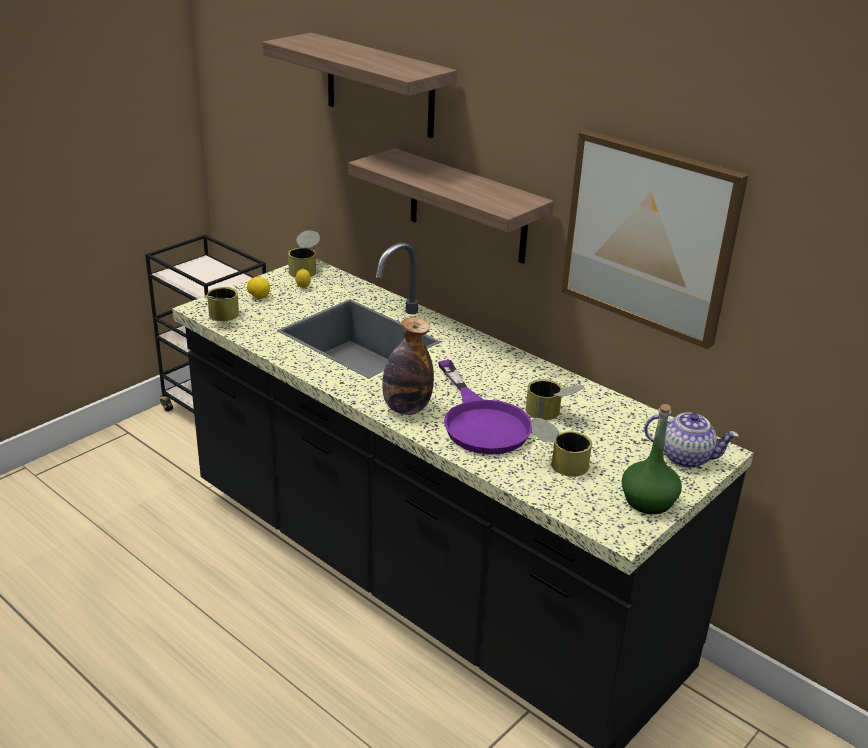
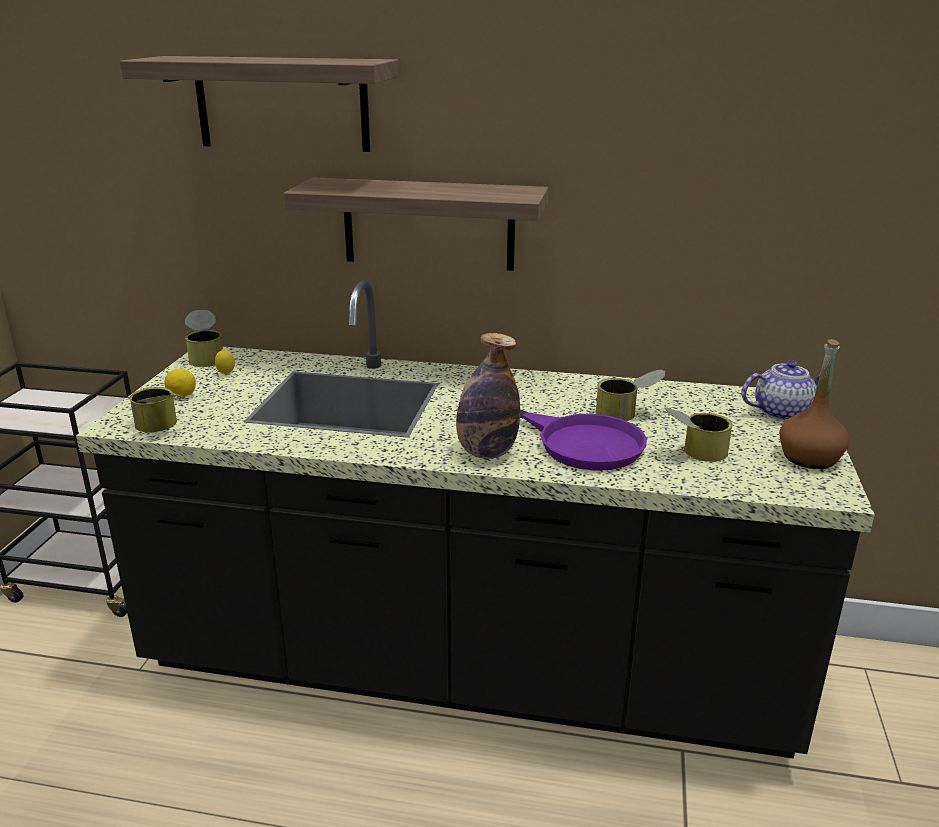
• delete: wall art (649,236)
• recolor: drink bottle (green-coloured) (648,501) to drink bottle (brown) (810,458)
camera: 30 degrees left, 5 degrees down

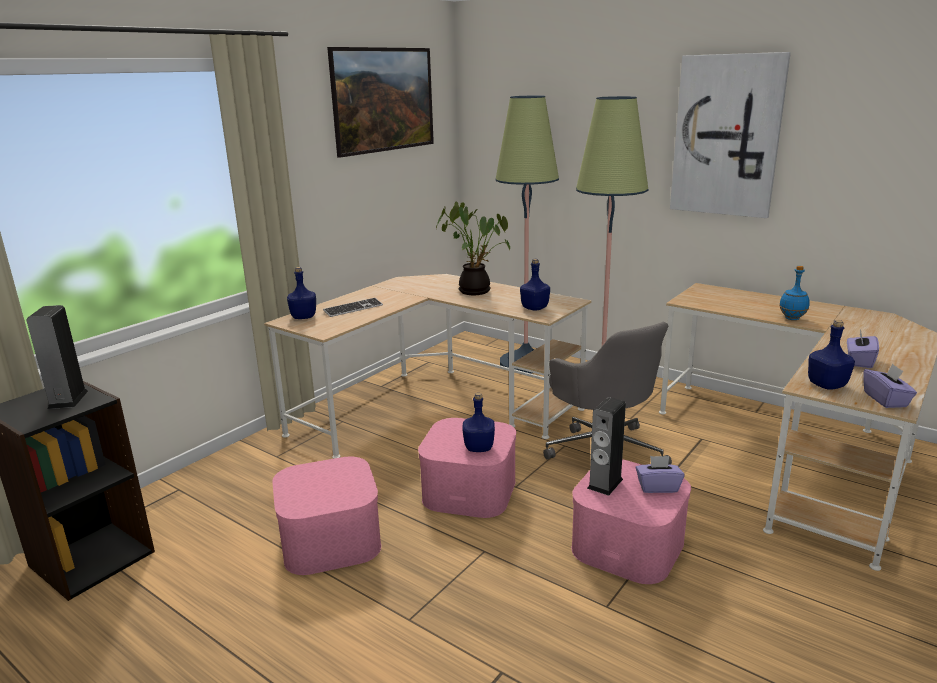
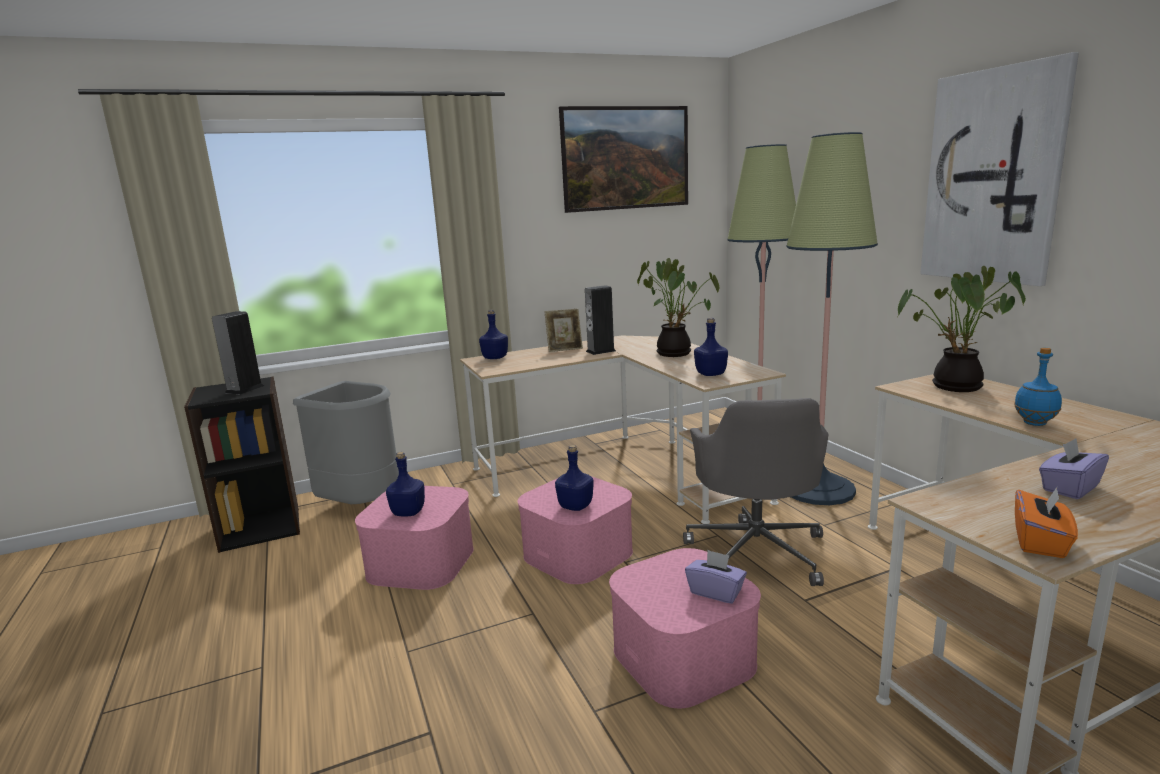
• delete: keyboard (353,309)
• insert: trash can (greyish) (362,505)
• insert: picture frame (564,349)
• insert: plant in a pot (953,387)
• move: loudspeaker (605,483) to (601,351)
• move: drink bottle (bluish) (826,385) to (407,512)
• recolor: box of tissues (purplish) (886,400) to box of tissues (orange) (1040,542)
camera: 30 degrees right, 5 degrees down

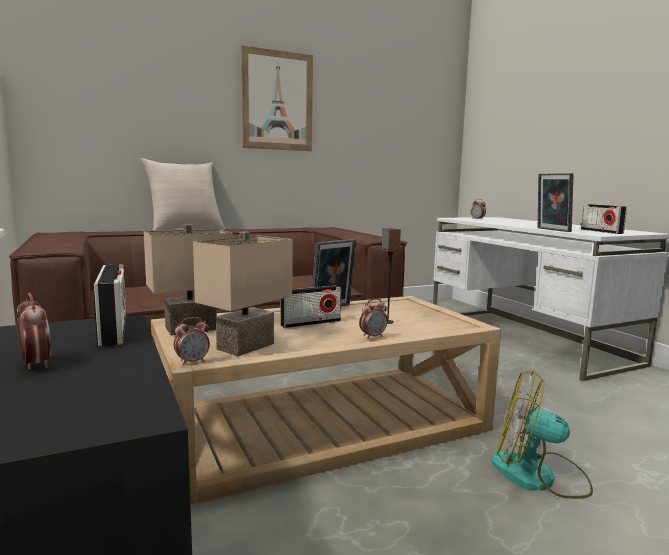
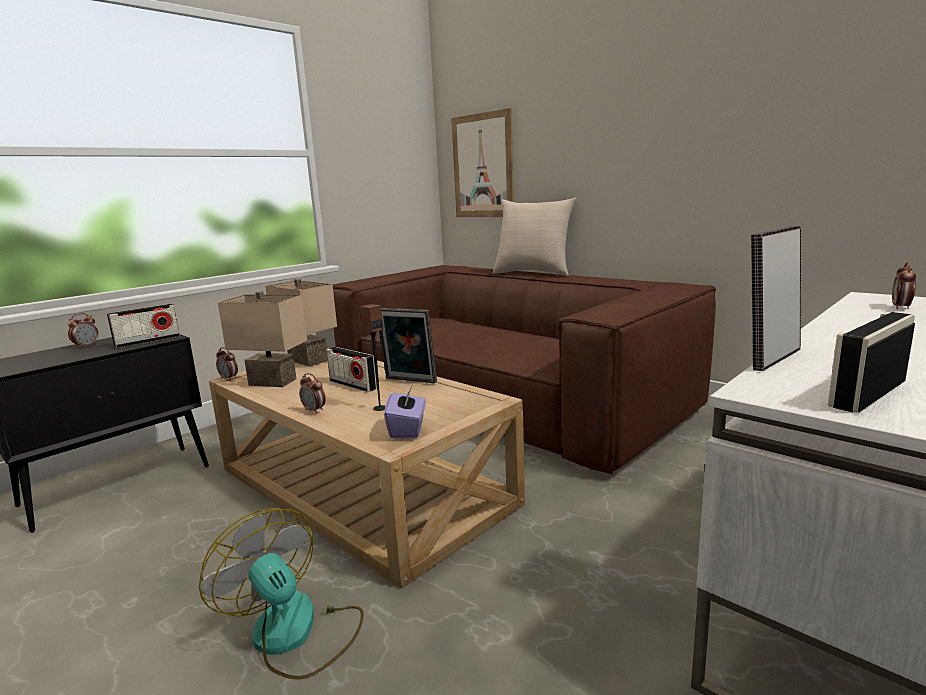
• insert: box of tissues (purplish) (407,429)
• move: wall art (277,101) to (483,166)
• rotate: cooling fan (538,476) = (295,635) 45 degrees counterclockwise
camera: 70 degrees right, 5 degrees up

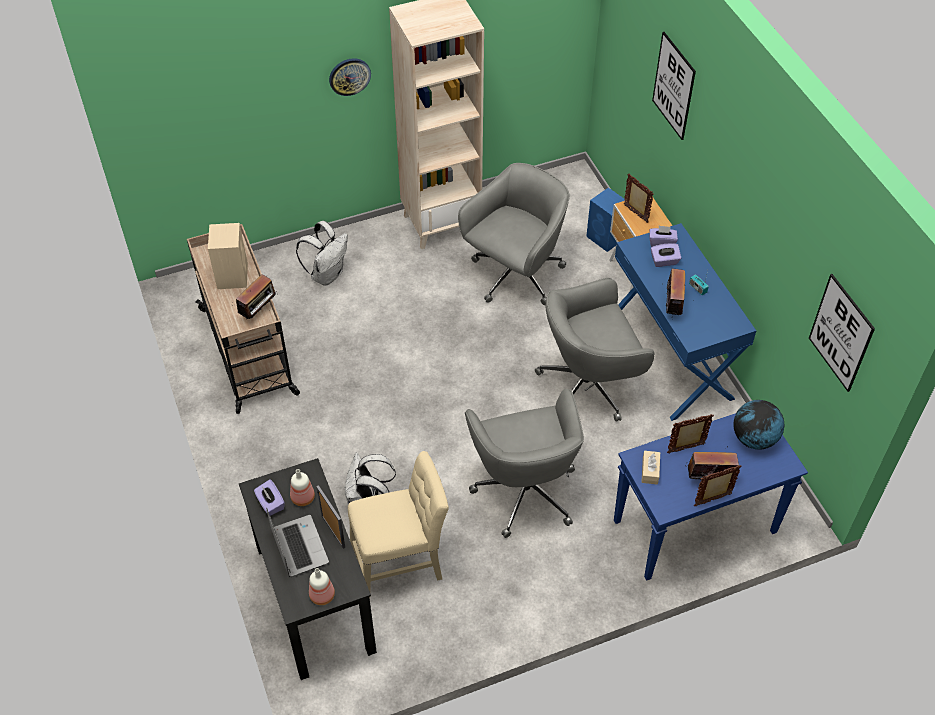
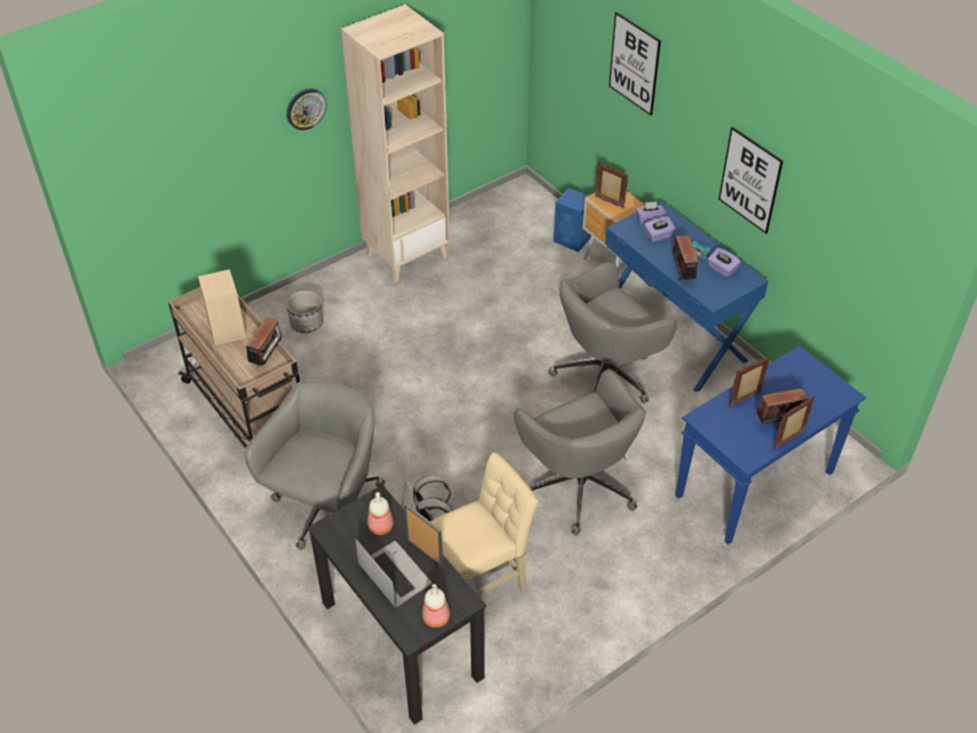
• delete: box of tissues (beige) (650,471)
• delete: globe (754,439)
• move: box of tissues (purplish) (270,504) to (722,269)
• move: desk chair (greyish) (515,276) to (328,509)
• move: wall art (841,333) to (750,180)
• replace: rucksack (white-coloured) (327,274) to planter (306,323)
camera: 15 degrees left, 5 degrees down

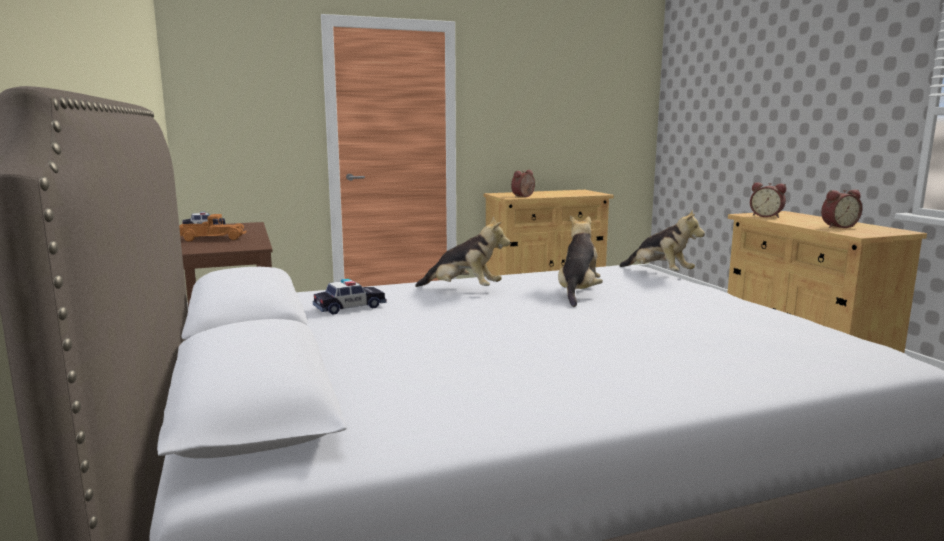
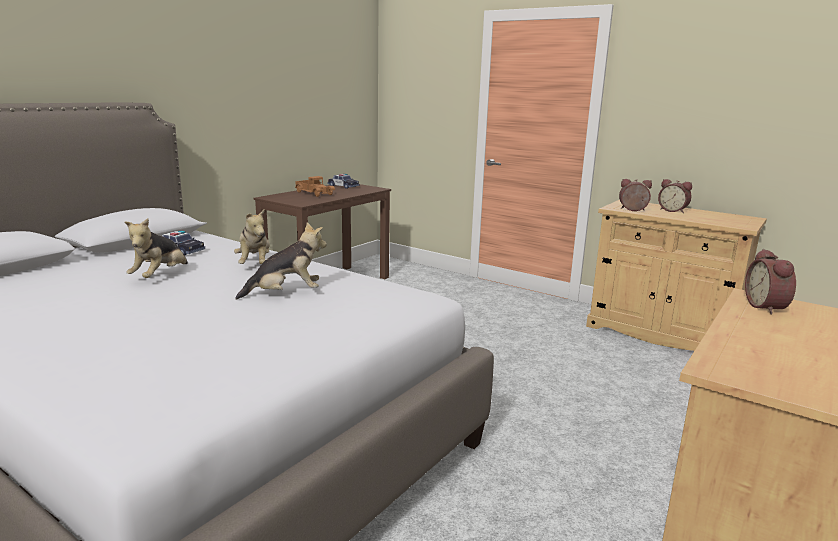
• move: soft toy (659,273) to (160,276)
• move: bedside clock (837,226) to (673,210)
camera: 55 degrees right, 5 degrees up

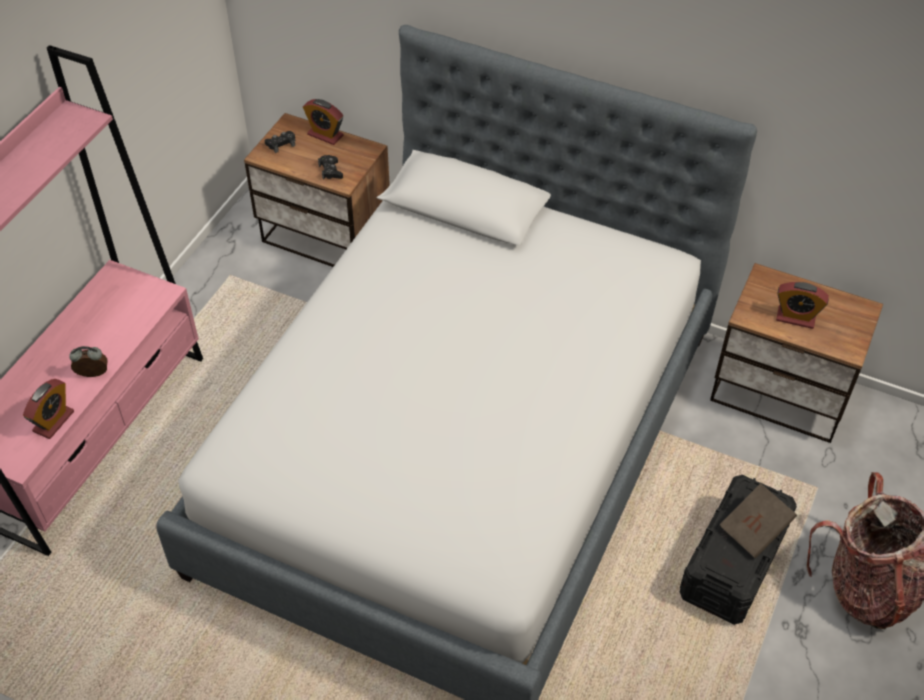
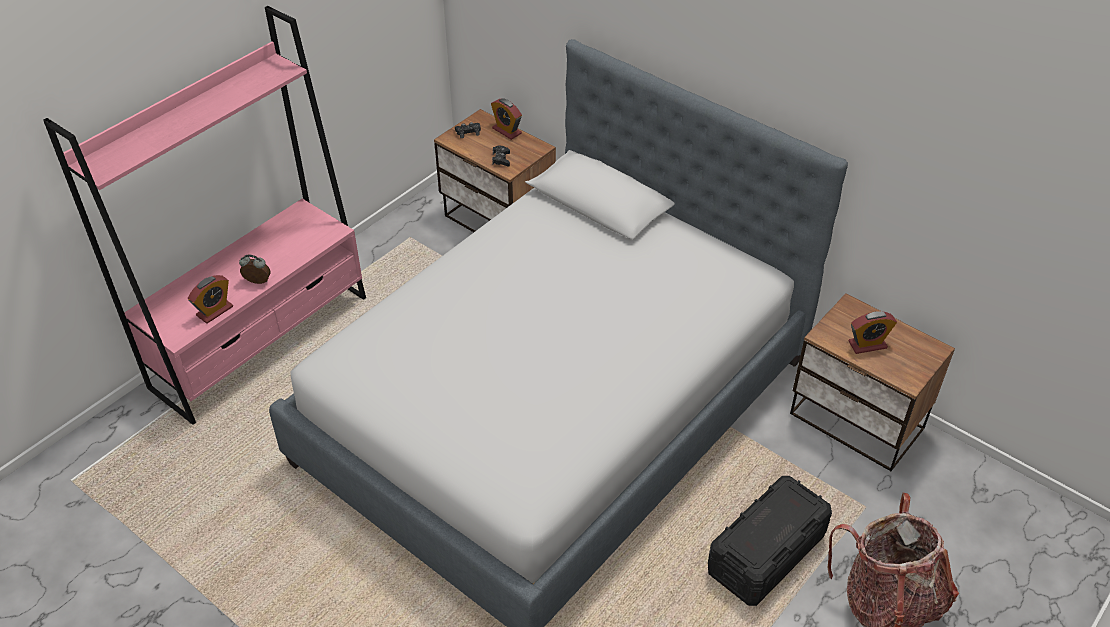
• delete: book (brown) (755,529)
• rotate: bedside clock (795,318) = (867,345) 45 degrees counterclockwise
camera: 15 degrees right, 5 degrees down

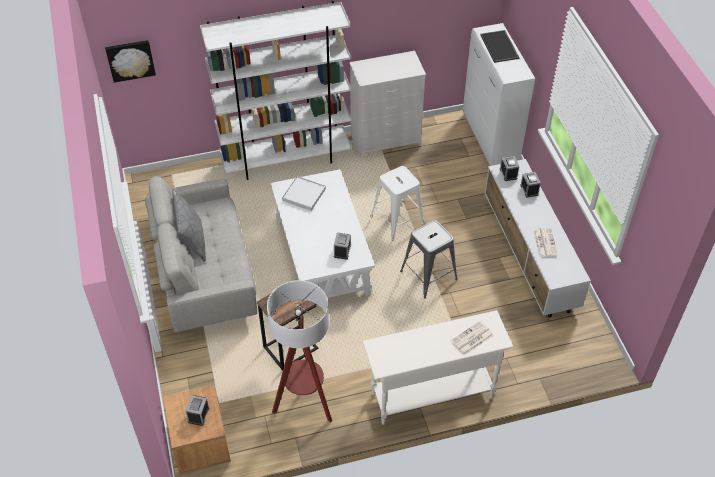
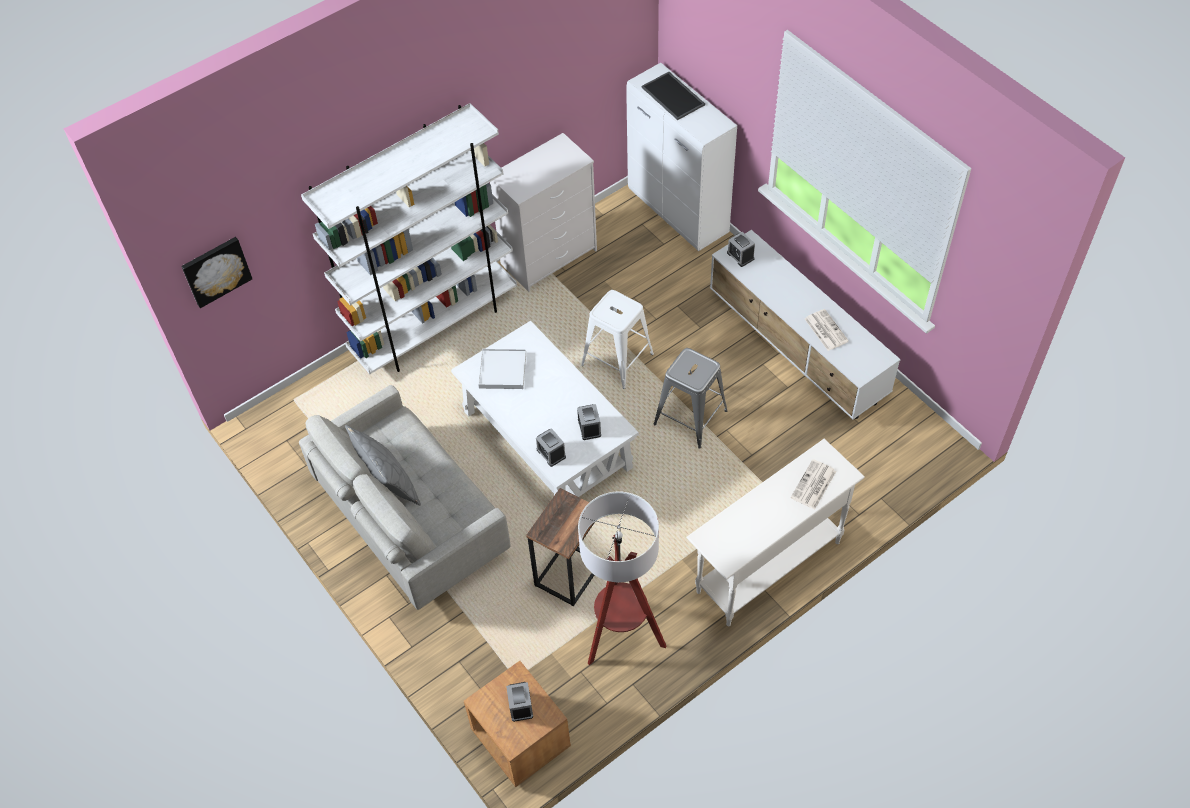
• move: bedside clock (529,189) to (551,453)
camera: 20 degrees left, 5 degrees up

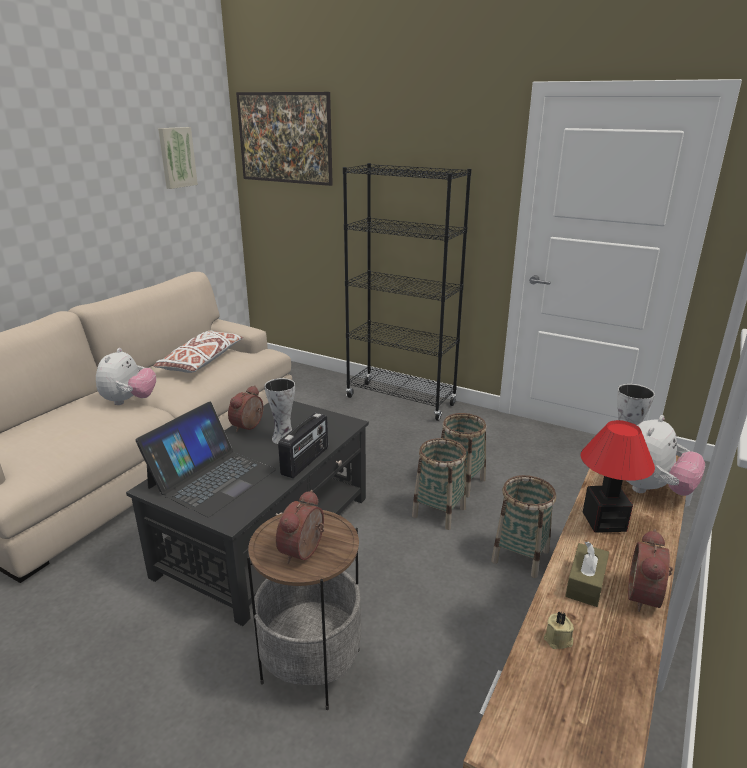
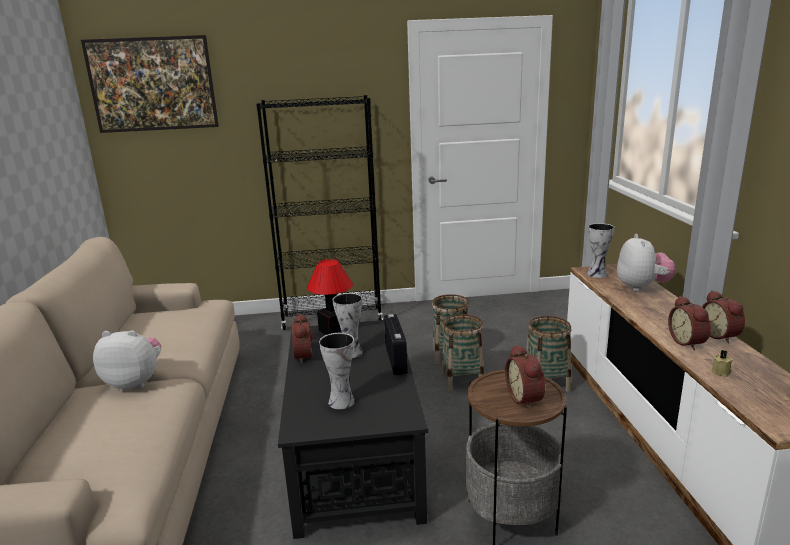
• delete: pillow (white-coloured) (201,361)
• delete: wall art (176,157)
• move: table lamp (603,522) to (333,331)
• replace: portable computer (212,478) to vase (340,401)
• replace: box of tissues (brown) (585,583) to bedside clock (688,342)
• rotate: soft toy (129,401) = (135,382) 60 degrees counterclockwise
camera: 35 degrees left, 5 degrees down

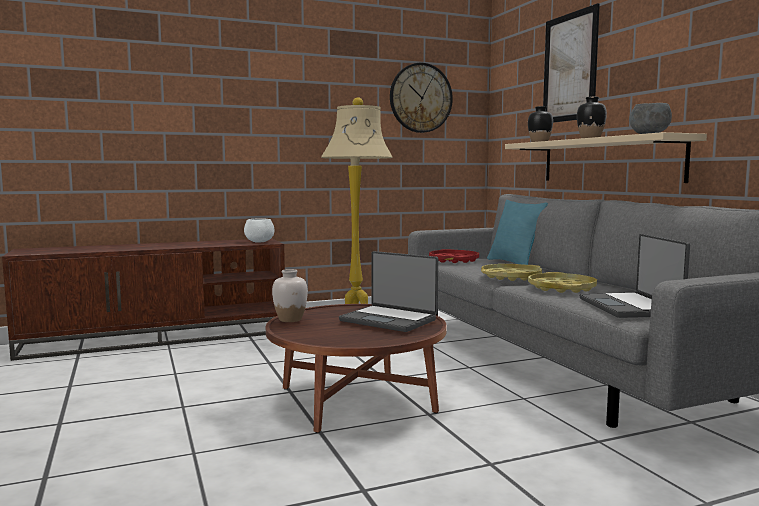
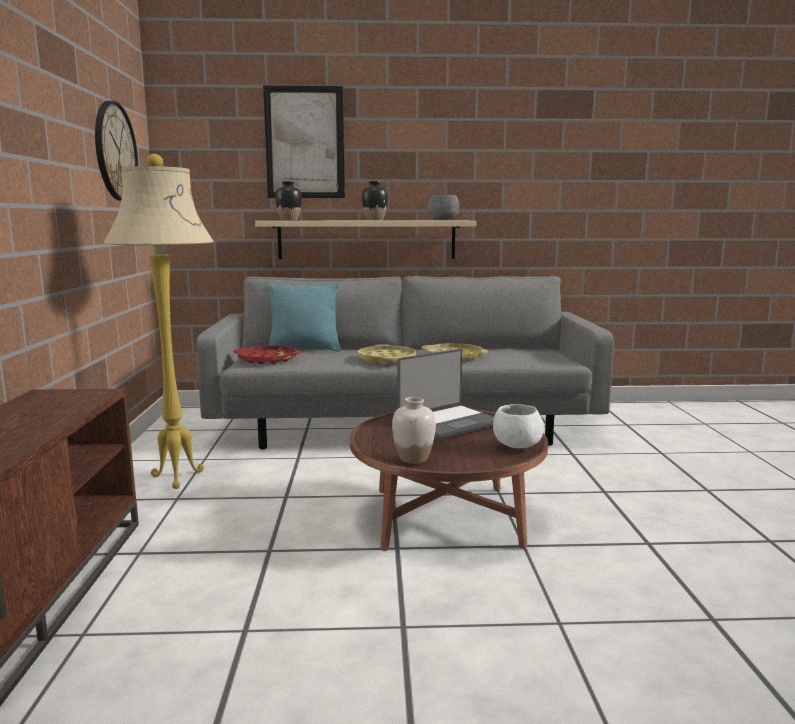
• delete: portable computer (631,307)
• move: bowl (white-coloured) (259,242) to (517,445)
camera: 70 degrees left, 5 degrees up

